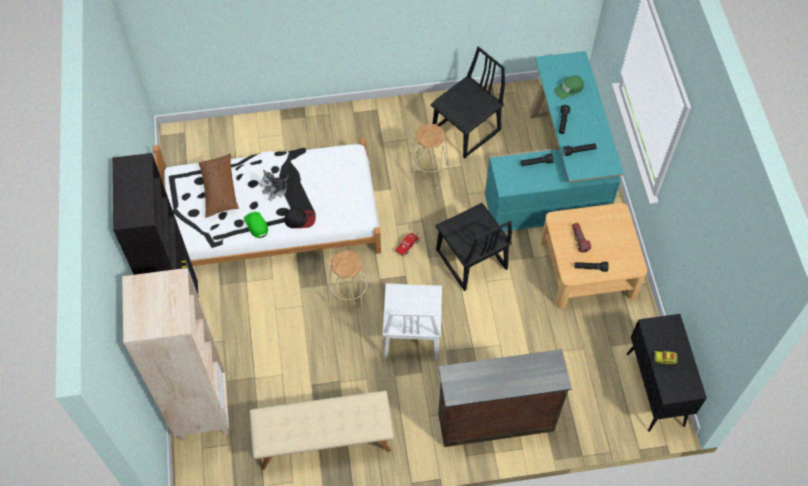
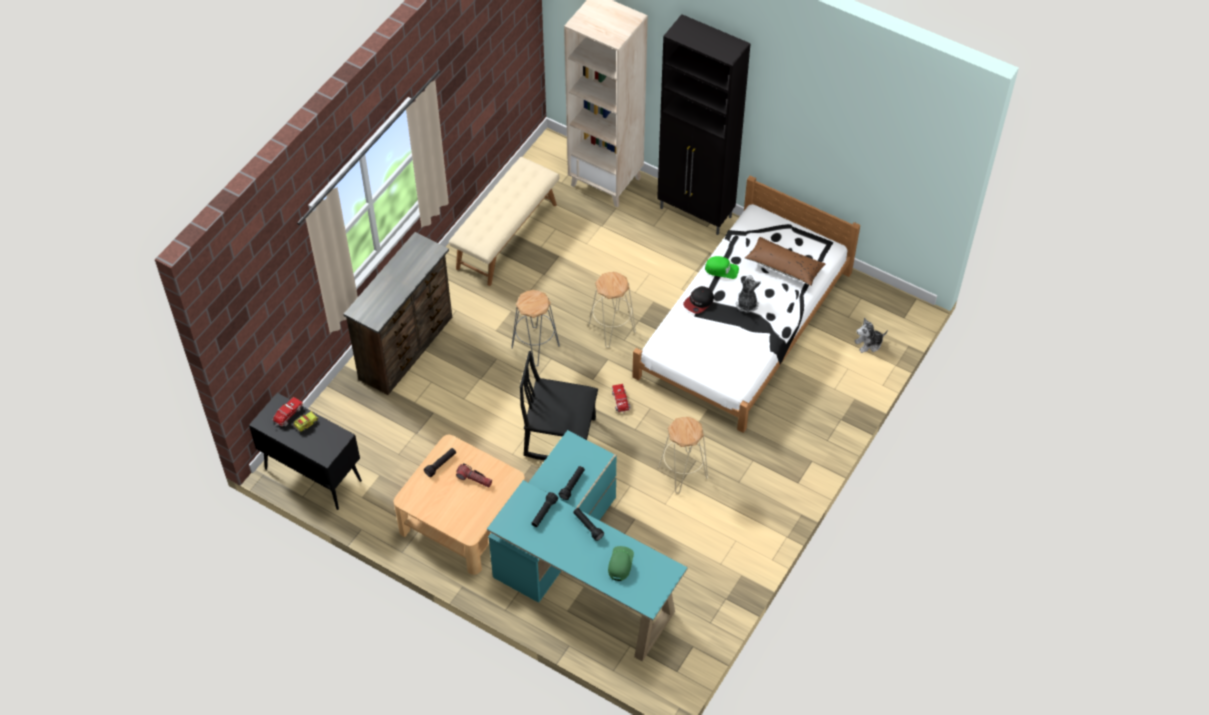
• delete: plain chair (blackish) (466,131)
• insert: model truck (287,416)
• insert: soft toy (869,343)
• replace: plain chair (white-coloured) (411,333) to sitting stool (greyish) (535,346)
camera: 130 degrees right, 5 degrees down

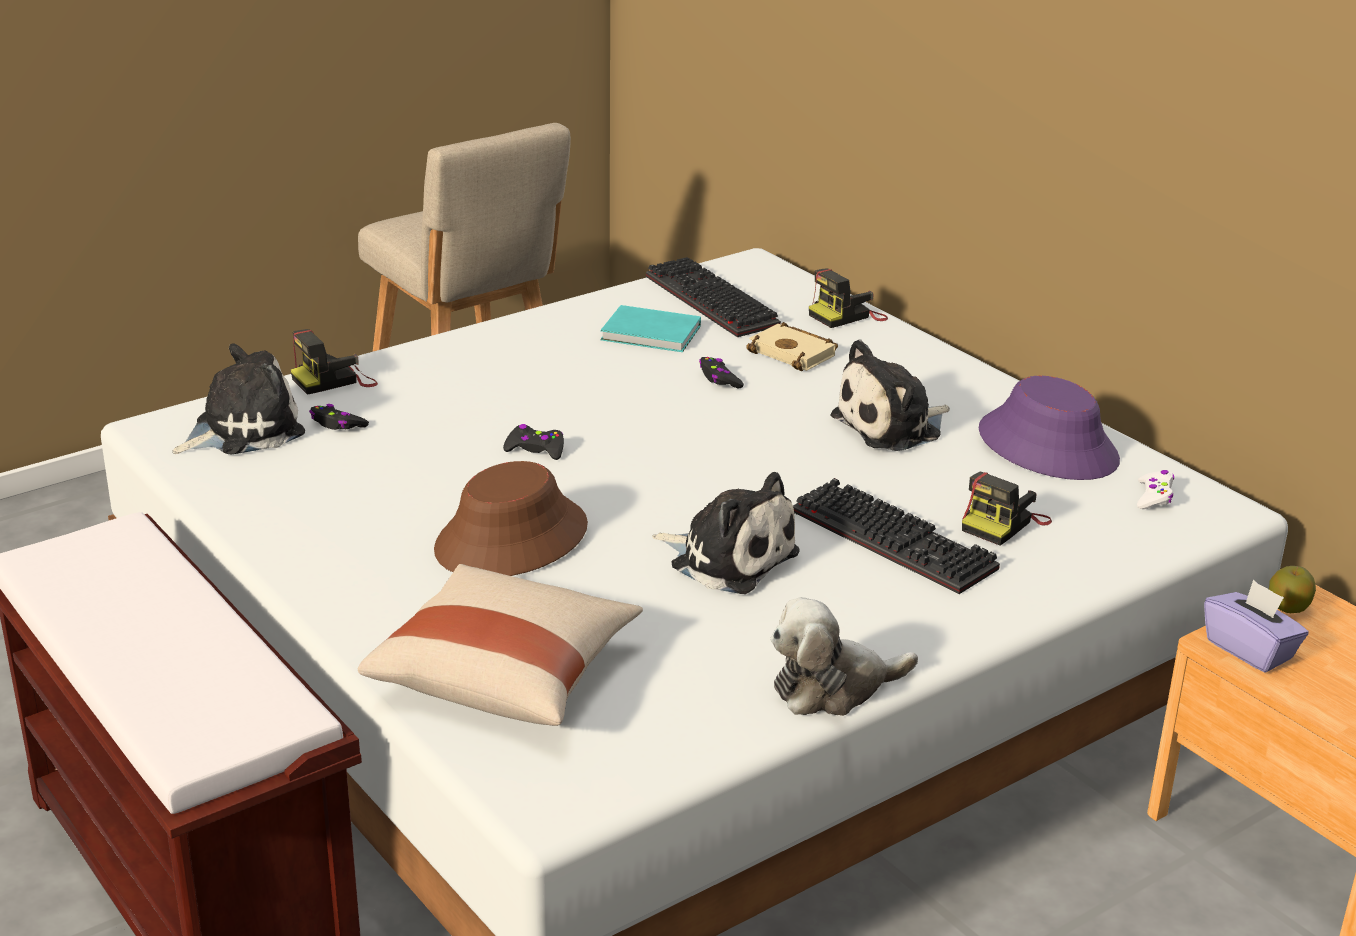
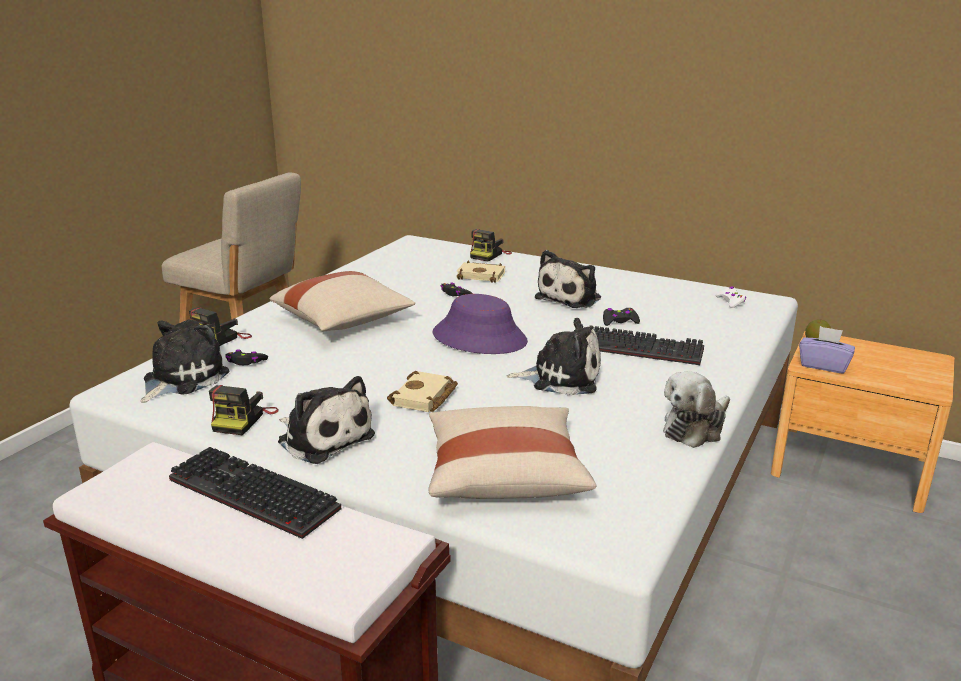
• delete: book (blue-green) (653,334)
• insert: pillow (beige) (344,322)
• insert: soft toy (323,437)
• move: joypad (blackish) (535,449) to (619,321)
• move: keyboard (706,301) to (248,495)
• move: photo camera (1003,523) to (243,419)
• move: wearable hat (purplish) (1048,446) to (480,338)
• replace: wearable hat (brown) (512,539) to book (beige) (424,398)
camera: 25 degrees left, 5 degrees down

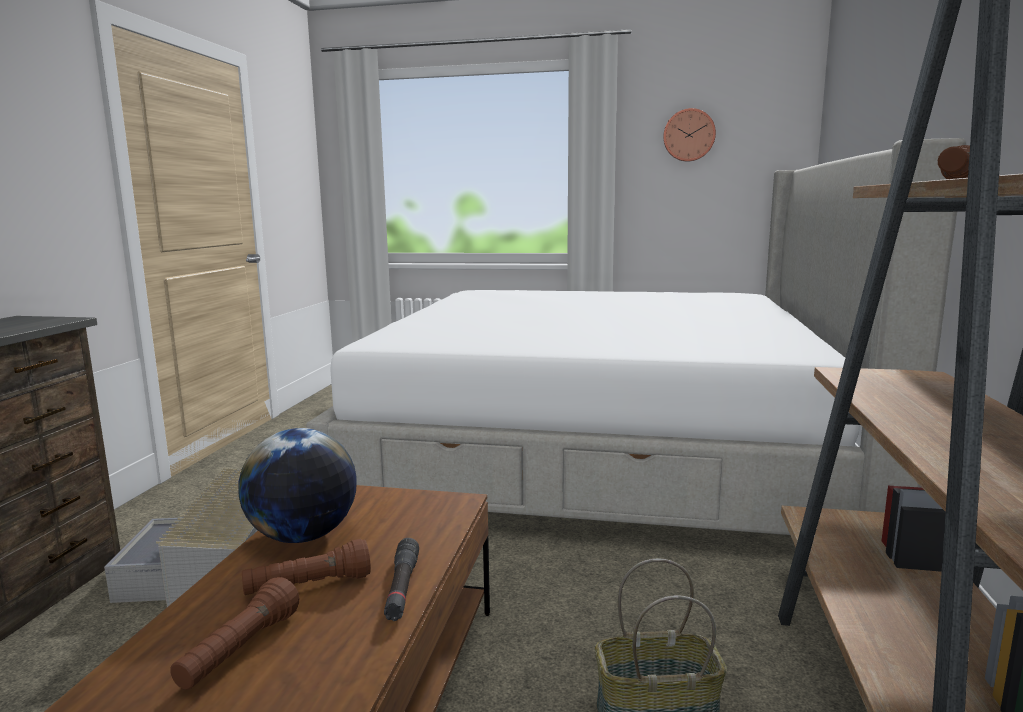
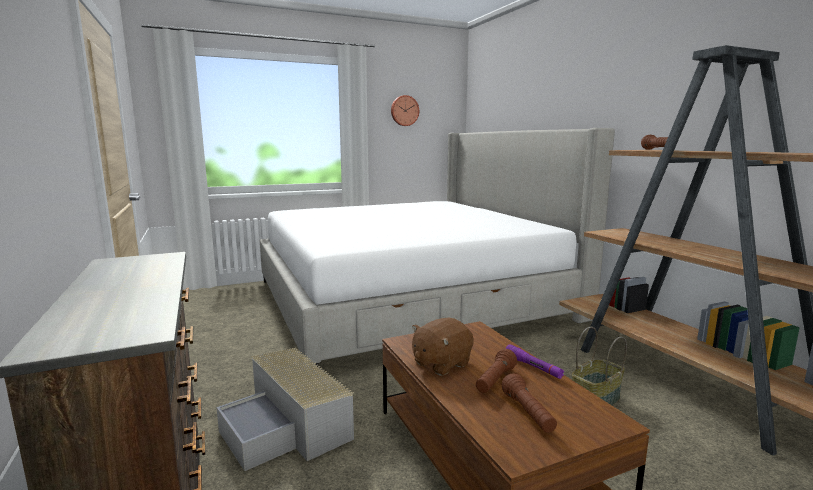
• replace: globe (303,536) to soft toy (brown) (441,363)
• recolor: flashlight (blackish) (402,587) to flashlight (purplish) (533,367)
camera: 35 degrees left, 0 degrees up

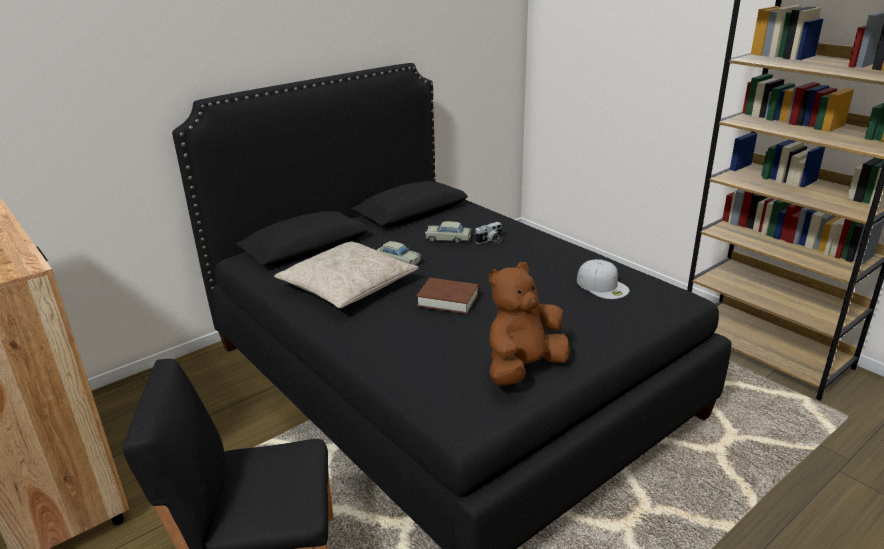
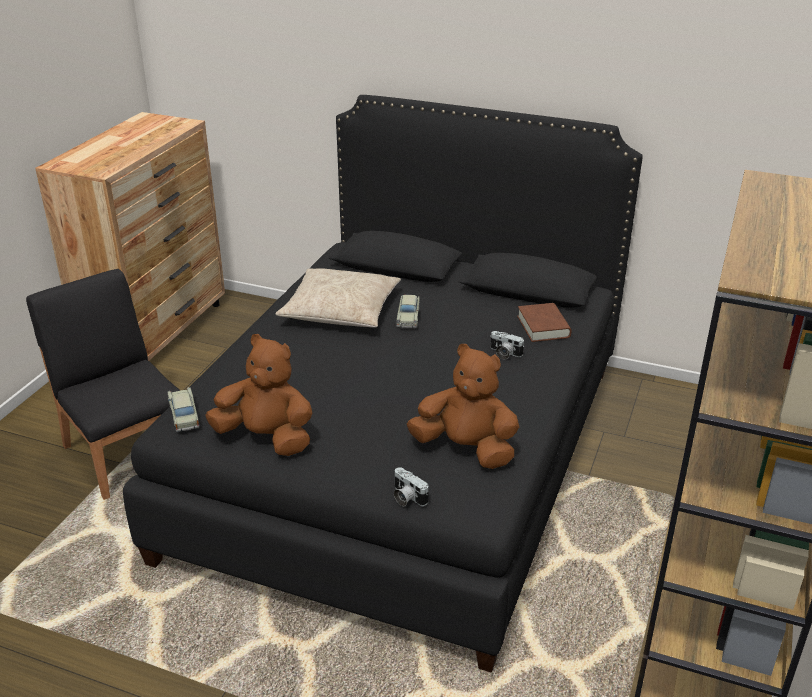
• insert: photo camera (406,497)
• move: book (brown) (448,300) to (543,327)
• move: toy car (beige) (448,239) to (184,415)
• replace: baseball cap (white-coloured) (602,285) to soft toy (brown) (466,449)
camera: 60 degrees right, 5 degrees up

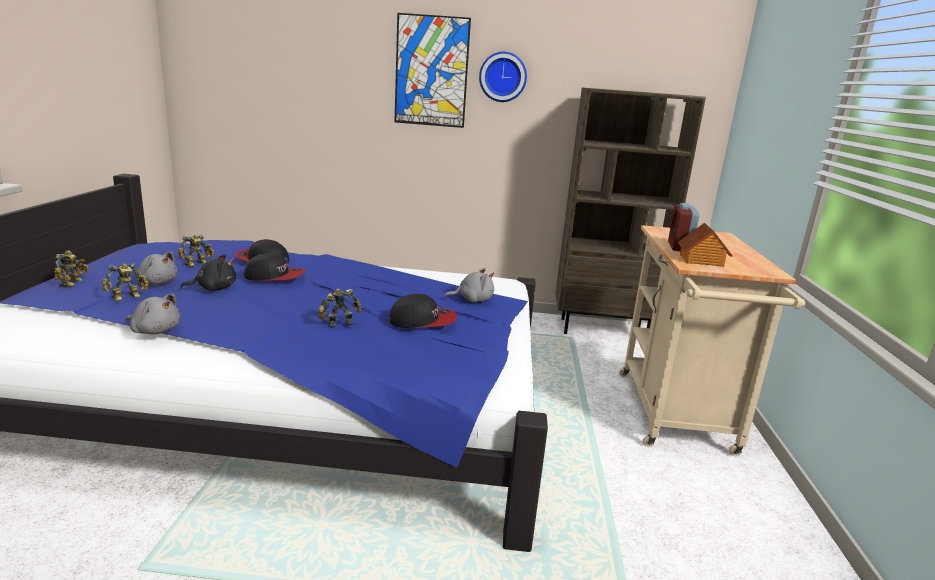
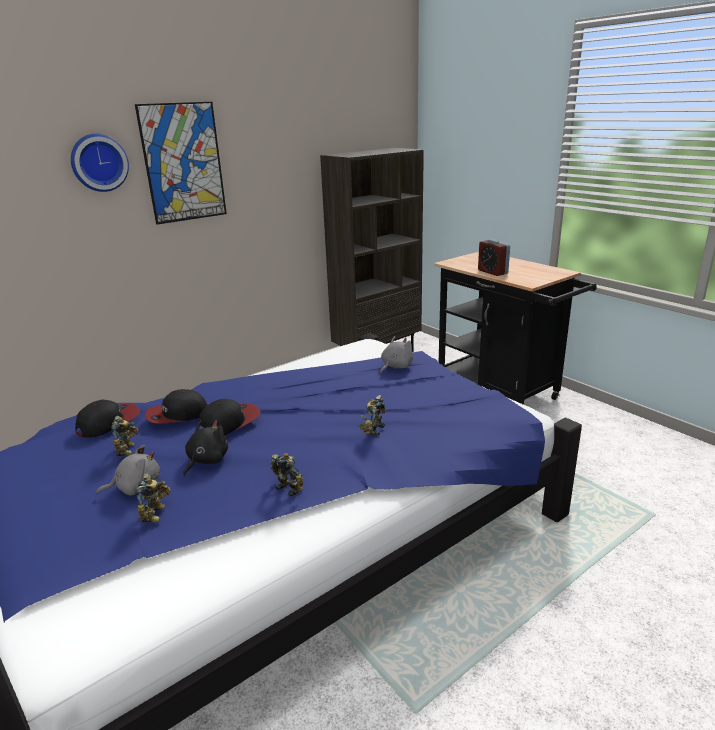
• delete: soft toy (greyish) (155,331)
• delete: model house (701,260)
• move: model robot (73,283) to (290,487)
• move: baseball cap (423,320) to (108,422)
• move: hanging clock (503,77) to (99,162)
• recolor: cart (beige) (677,417) to cart (blackish) (502,393)
camera: 40 degrees left, 5 degrees up

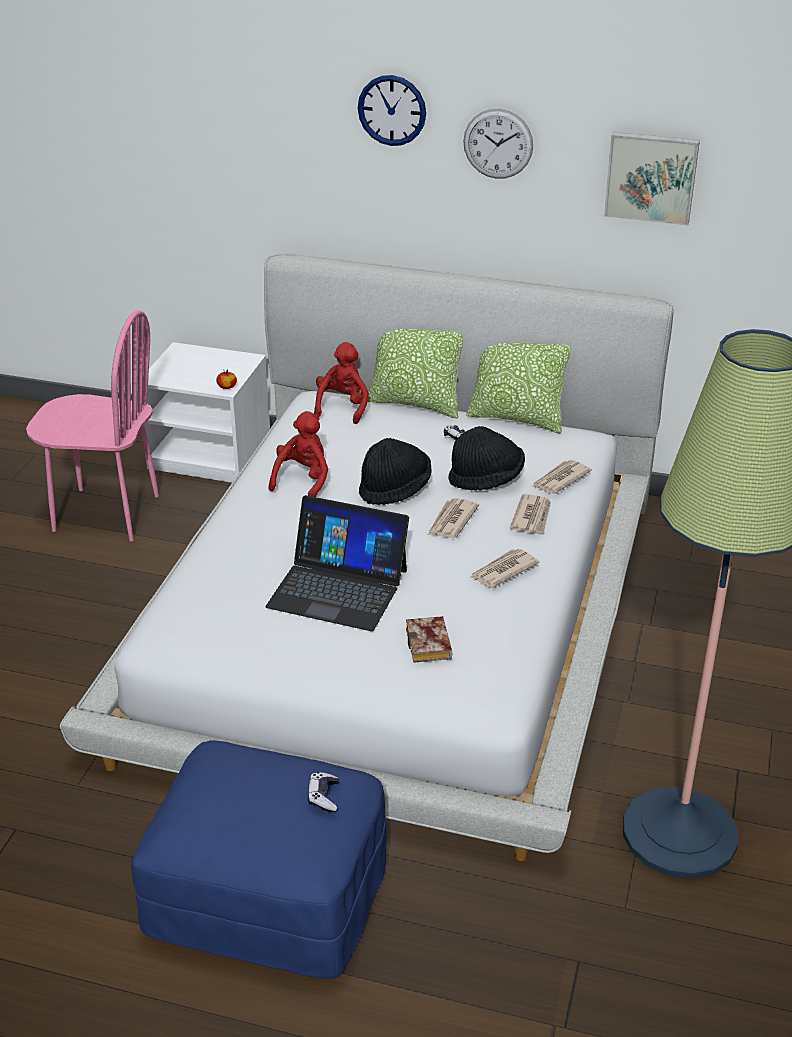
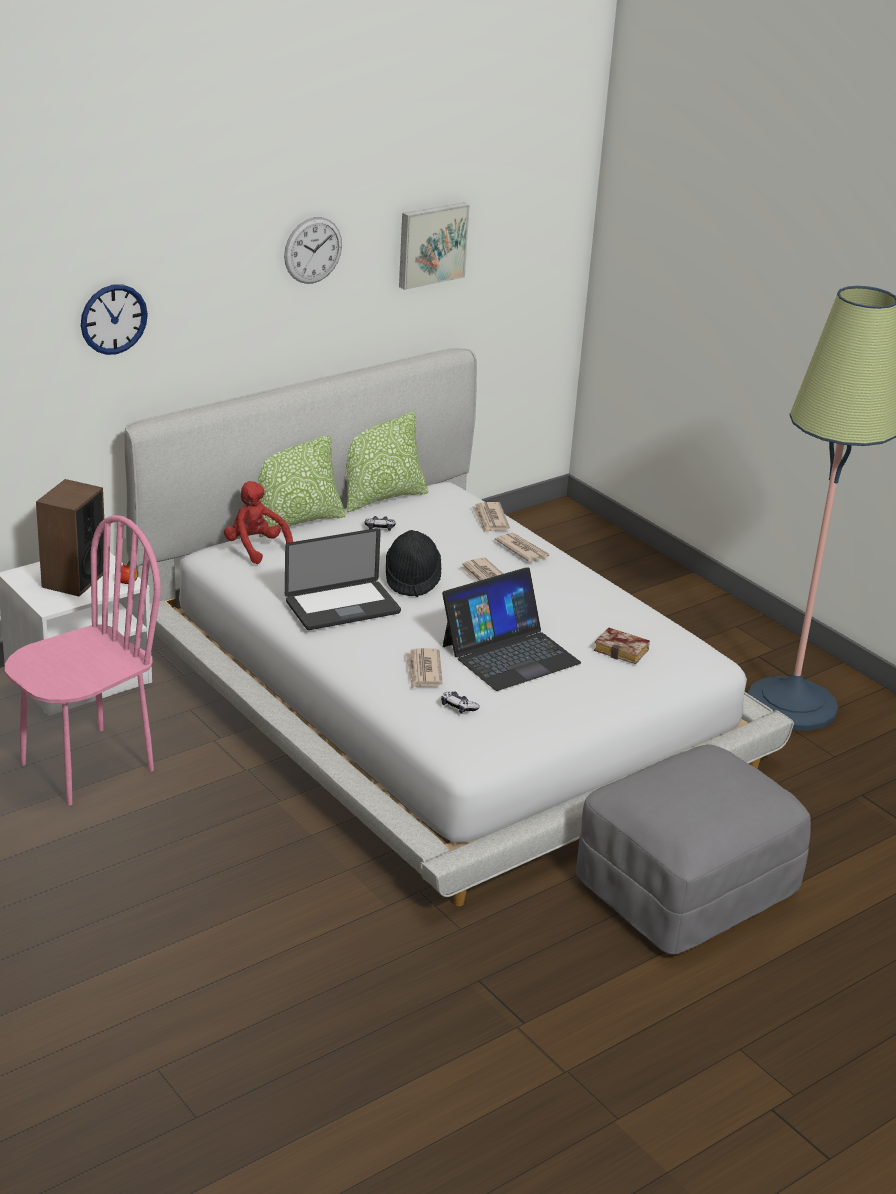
• delete: wearable hat (blackish) (486,479)
• insert: loudspeaker (74,579)
• move: joypad (323,796) to (458,707)
• move: hanging clock (392,110) to (113,319)
• move: newspaper (503,571) to (423,671)
• replace: soft toy (red-coloured) (303,480) to portable computer (342,607)
• recolor: ottoman (bluish) (269,897) to ottoman (greyish) (685,888)
camera: 55 degrees left, 5 degrees down

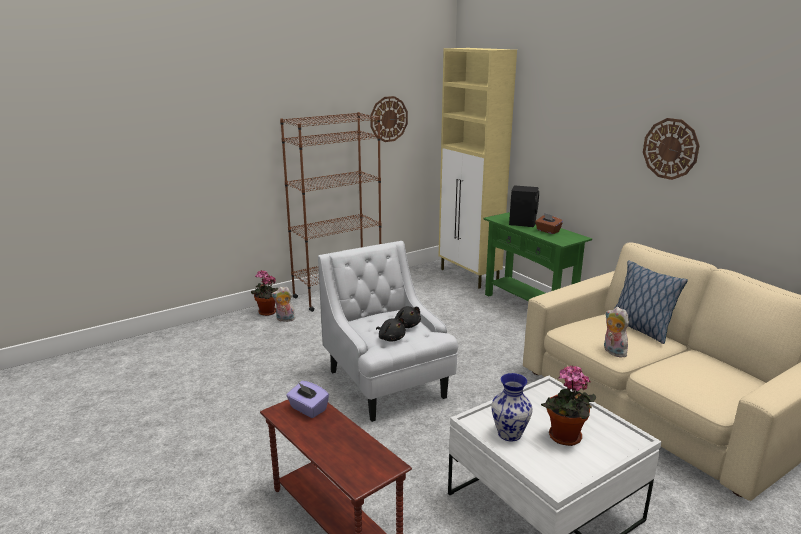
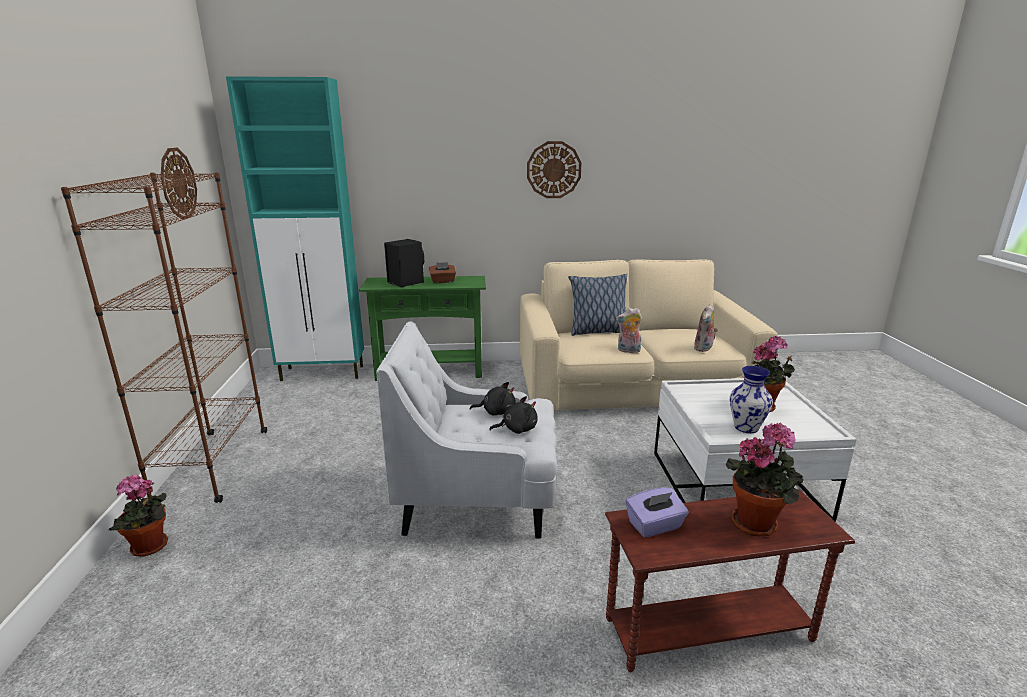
• insert: plant in a pot (757,522)
• move: soft toy (284,319) to (704,348)
• recolor: cupboard (beige) (469,276) to cupboard (blue-green) (324,373)
camera: 60 degrees left, 0 degrees up

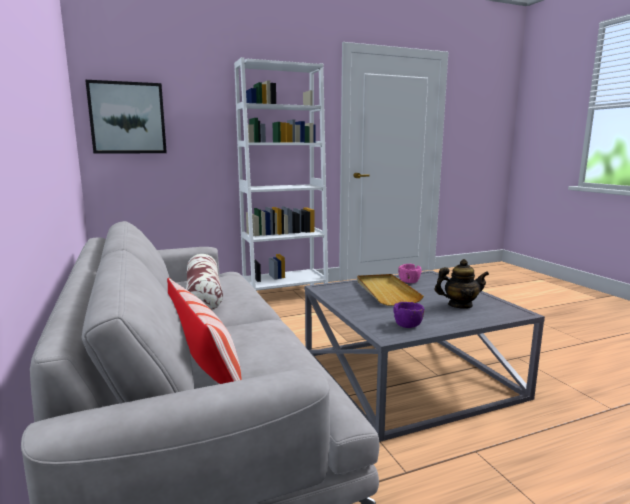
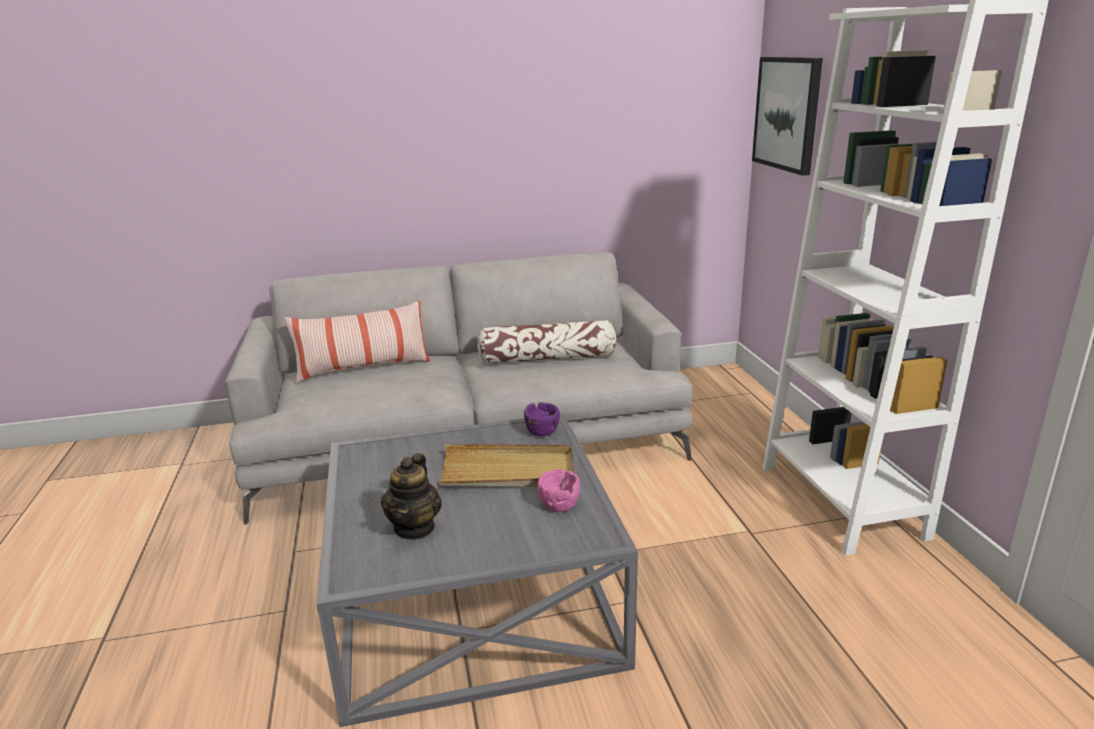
• move: bowl (purplish) (408,325) to (542,432)
camera: 100 degrees right, 10 degrees up

